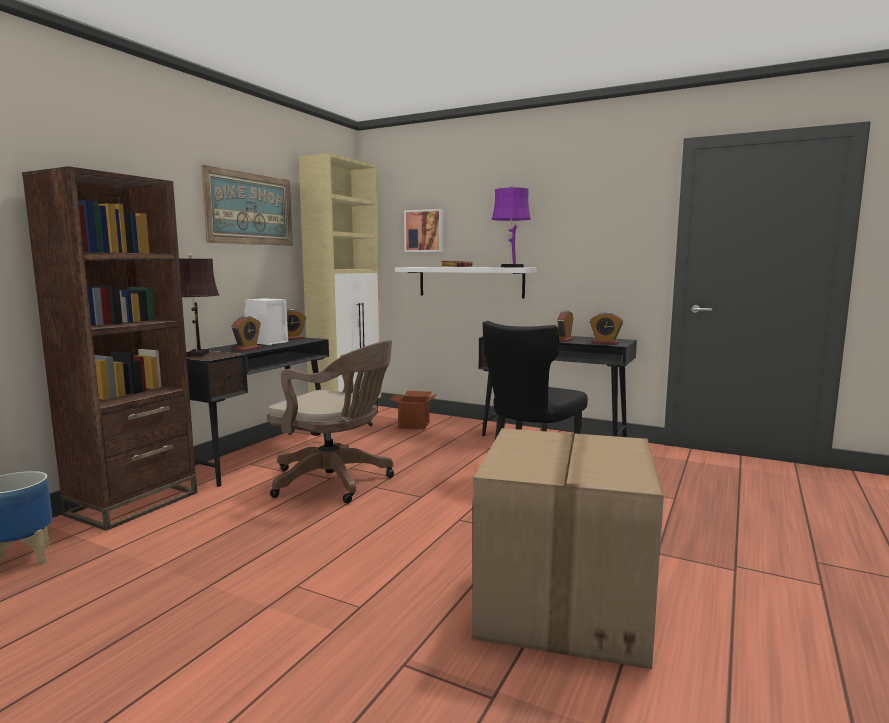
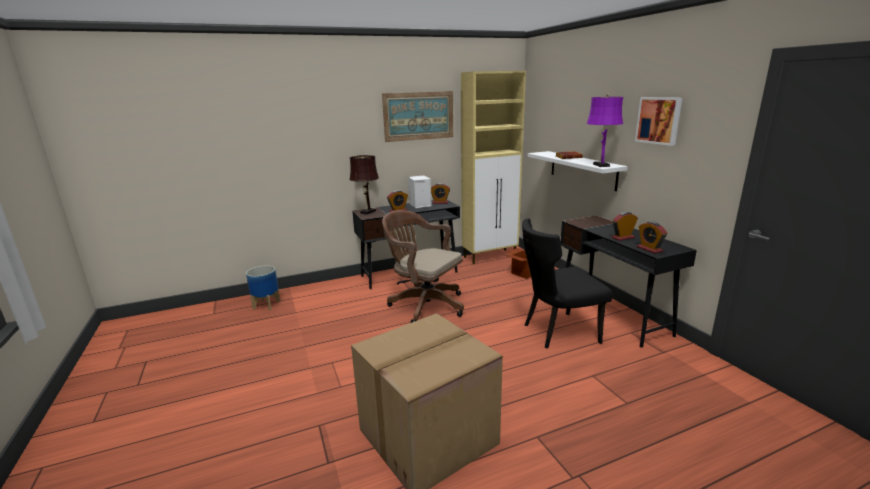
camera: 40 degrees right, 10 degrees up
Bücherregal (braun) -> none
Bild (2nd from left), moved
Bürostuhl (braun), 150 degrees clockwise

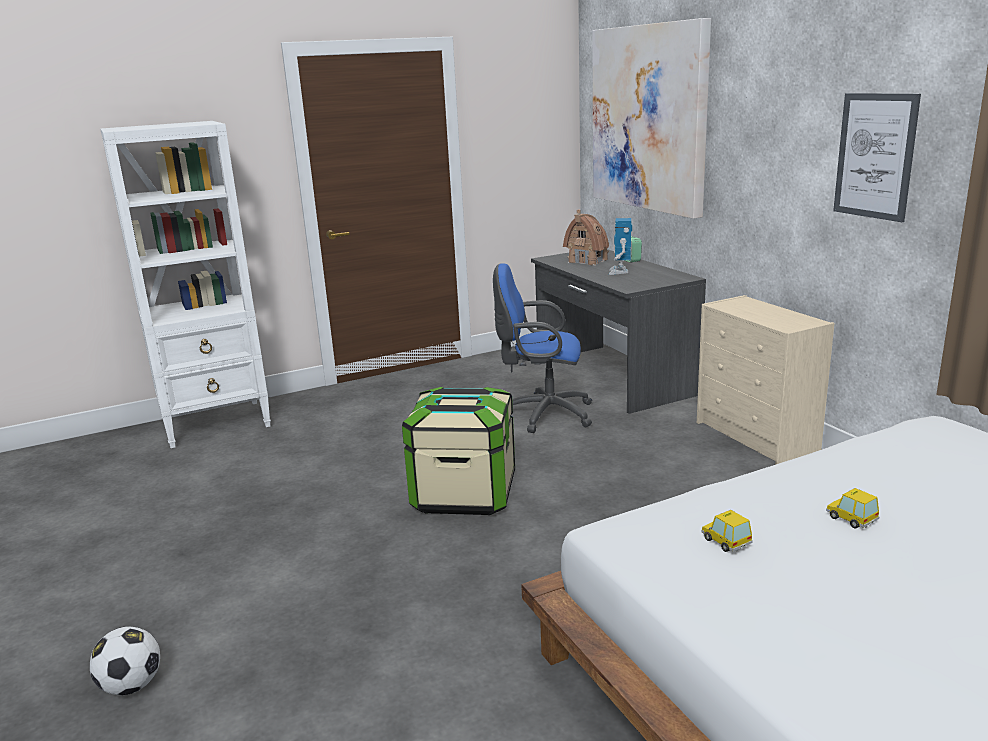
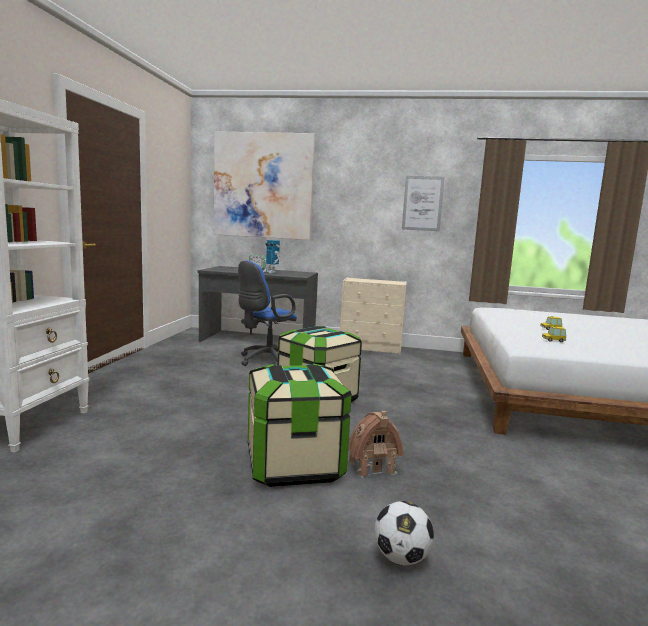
camera: 55 degrees left, 10 degrees down
Spielzeughaus, moved
none -> Aufbewahrungsbox (1st from left)

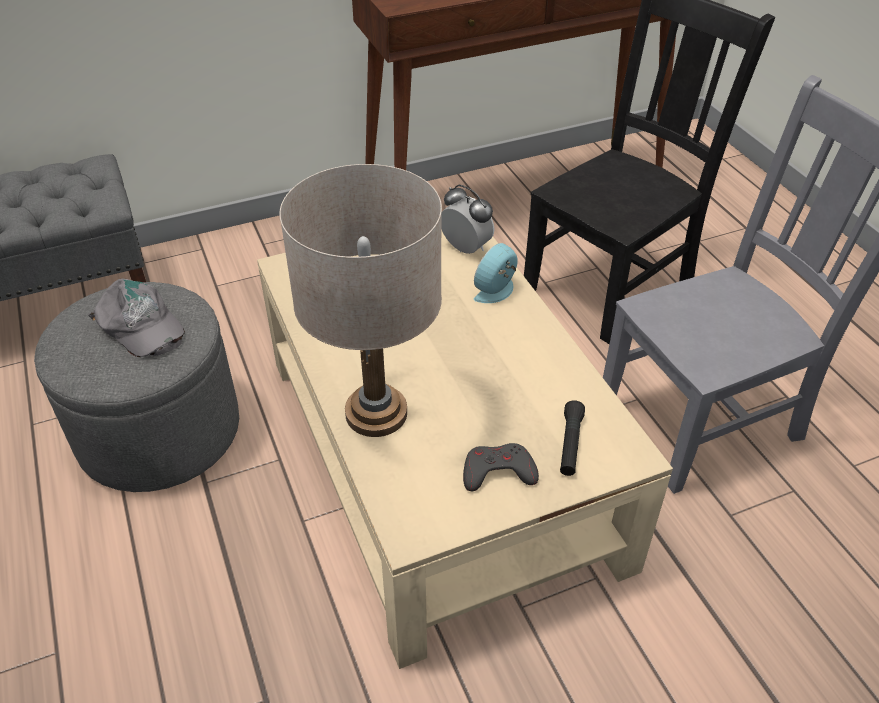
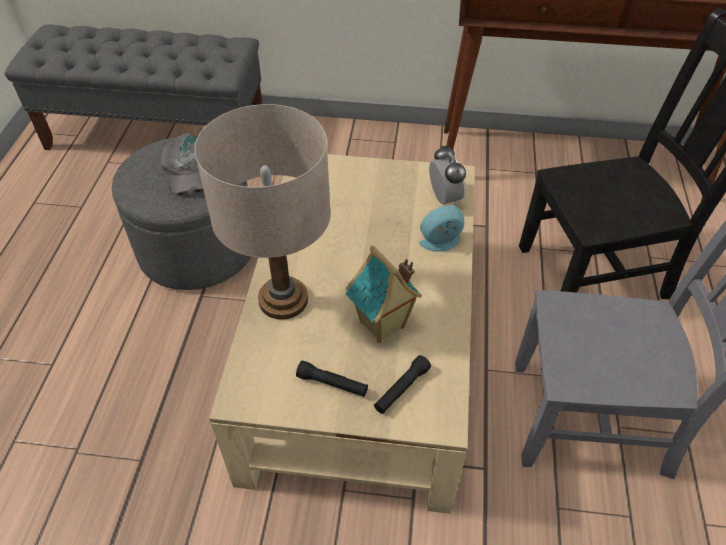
camera: 30 degrees right, 5 degrees up
Gamepad (grau) -> Taschenlampe (schwarz) (1st from left)
none -> Spielzeughaus

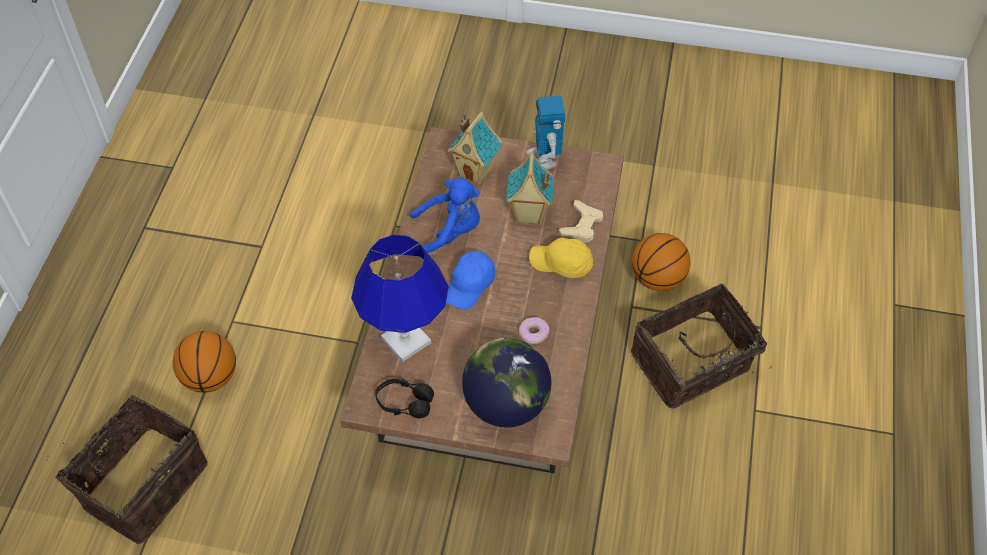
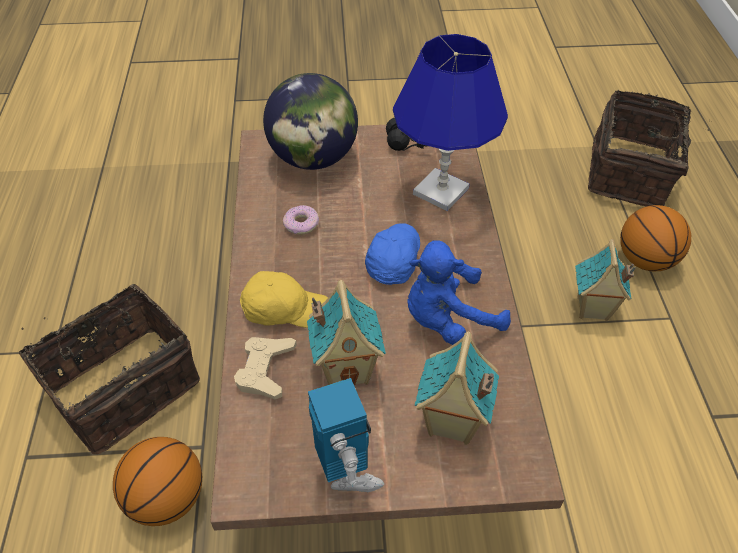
camera: 165 degrees right, 5 degrees down
none -> Spielzeughaus (3rd from left)

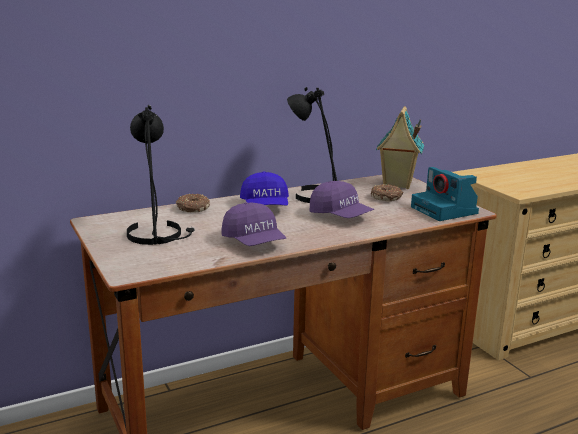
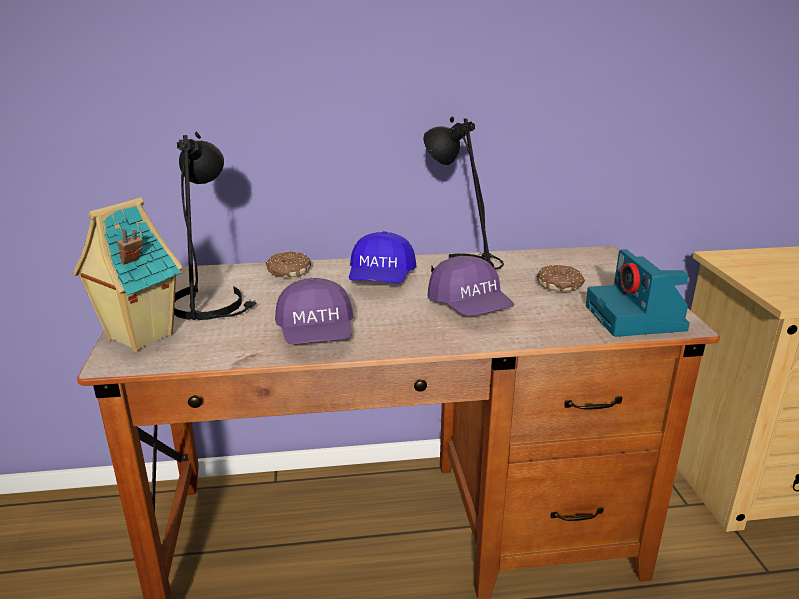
camera: 20 degrees right, 5 degrees up
Spielzeughaus, moved

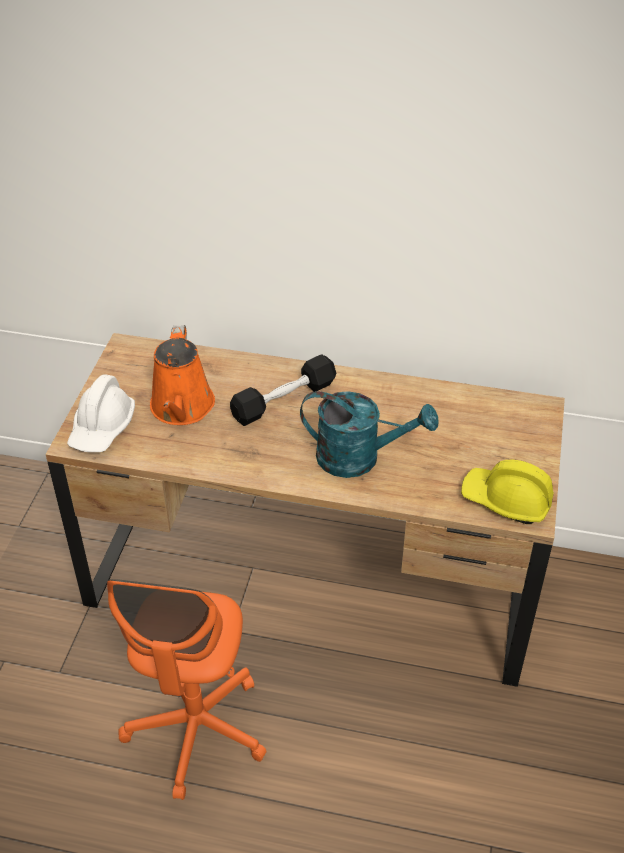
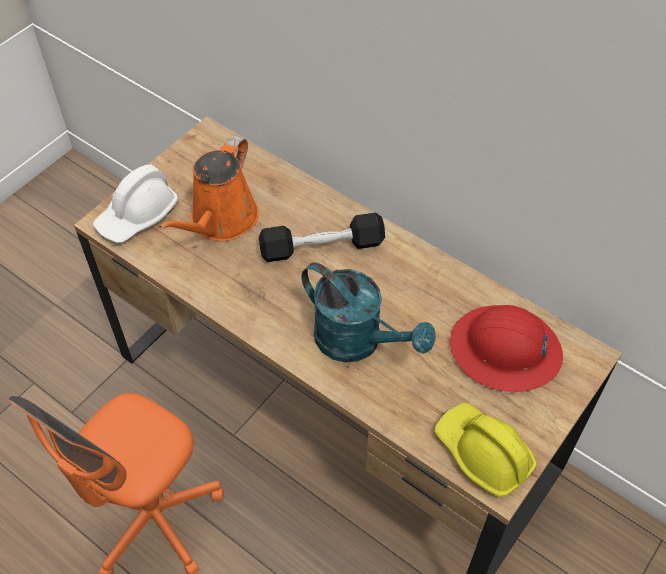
camera: 25 degrees right, 10 degrees up
none -> Schutzhelm (rot)

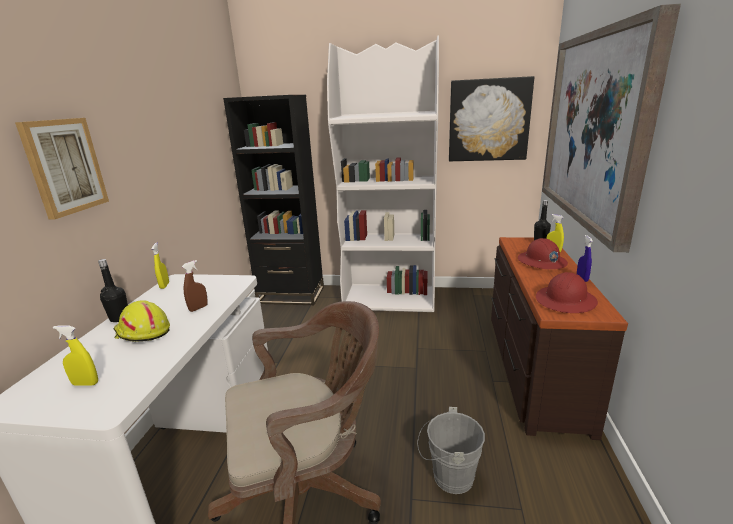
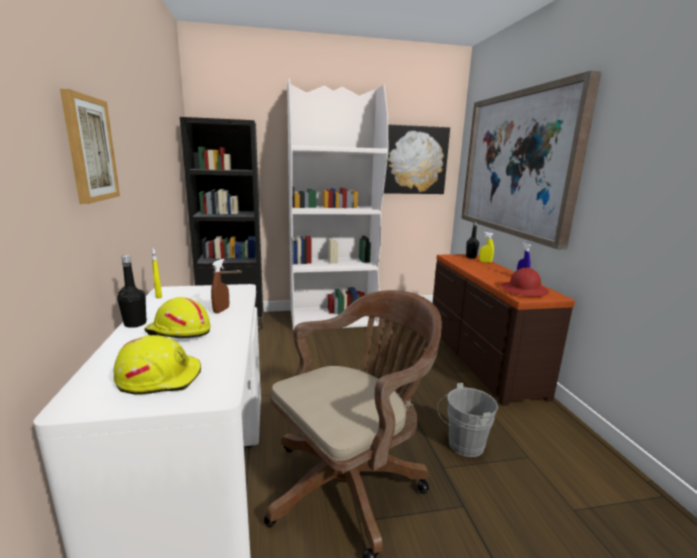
camera: 20 degrees left, 5 degrees down
Schutzhelm (rot) (1st from left) -> none
Sprühflasche (gelb) (1st from left) -> Schutzhelm (gelb) (1st from left)

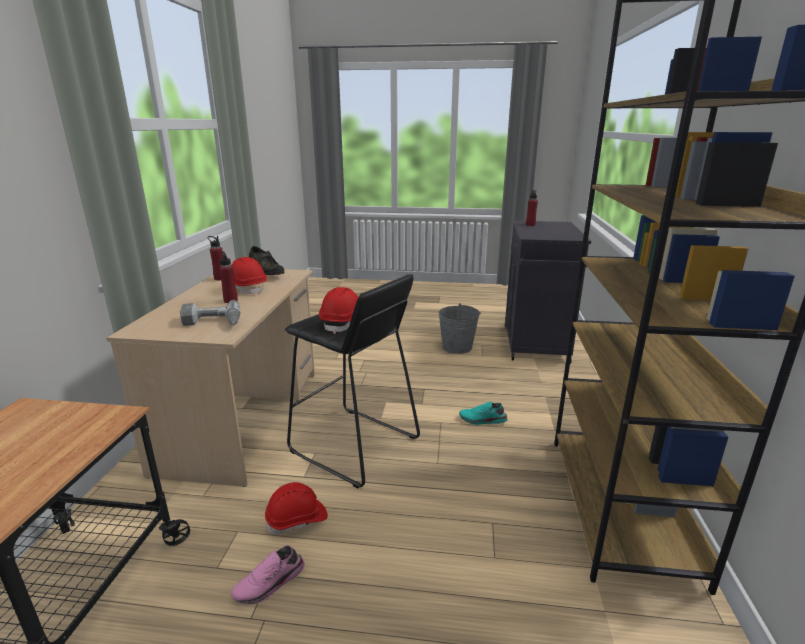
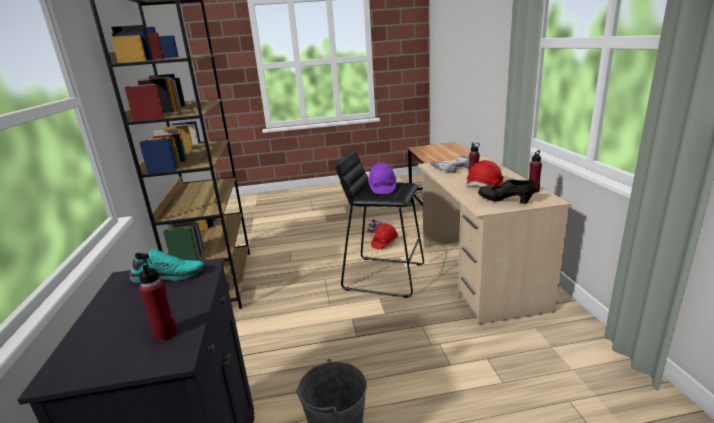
camera: 165 degrees right, 0 degrees up
Schutzhelm (rot) (3rd from left) -> Schutzhelm (lila)
Schuh (türkis), moved

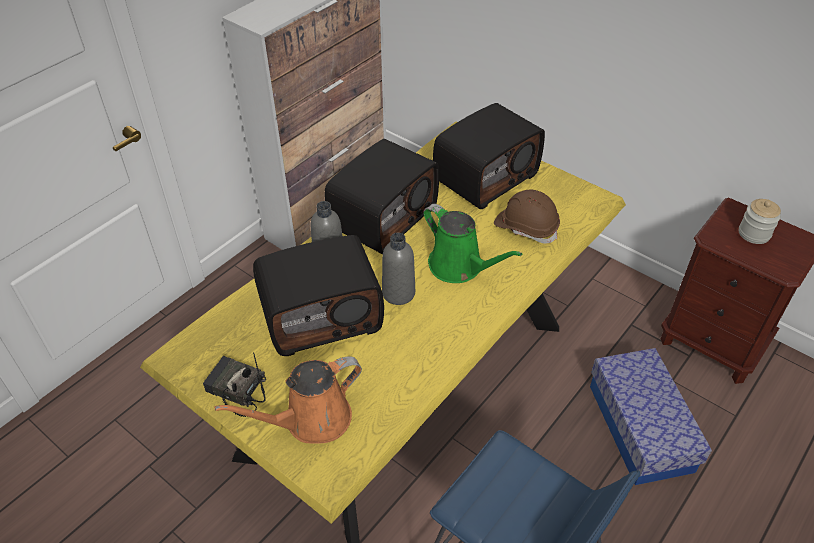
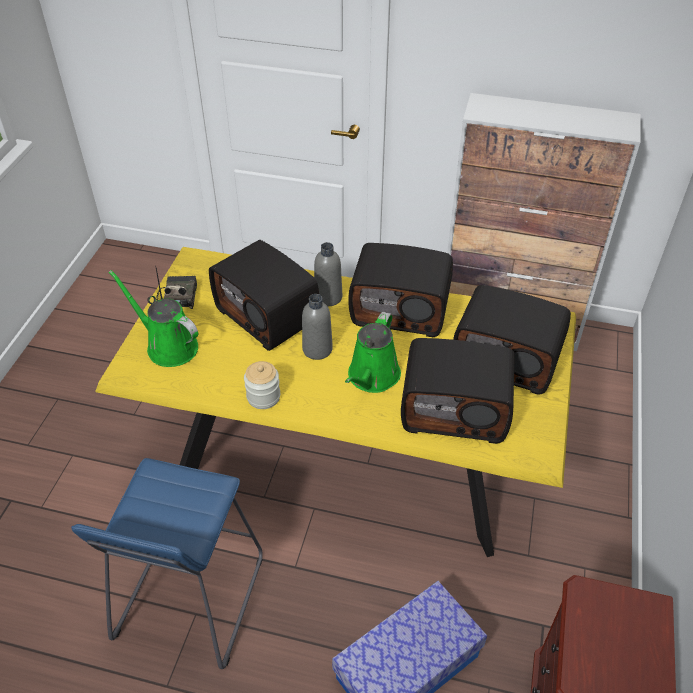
camera: 65 degrees right, 0 degrees up
Schutzhelm (braun) -> Radio (4th from left)
Vorratsglas, moved
Gießkanne (orange) -> Gießkanne (grün) (1st from left)

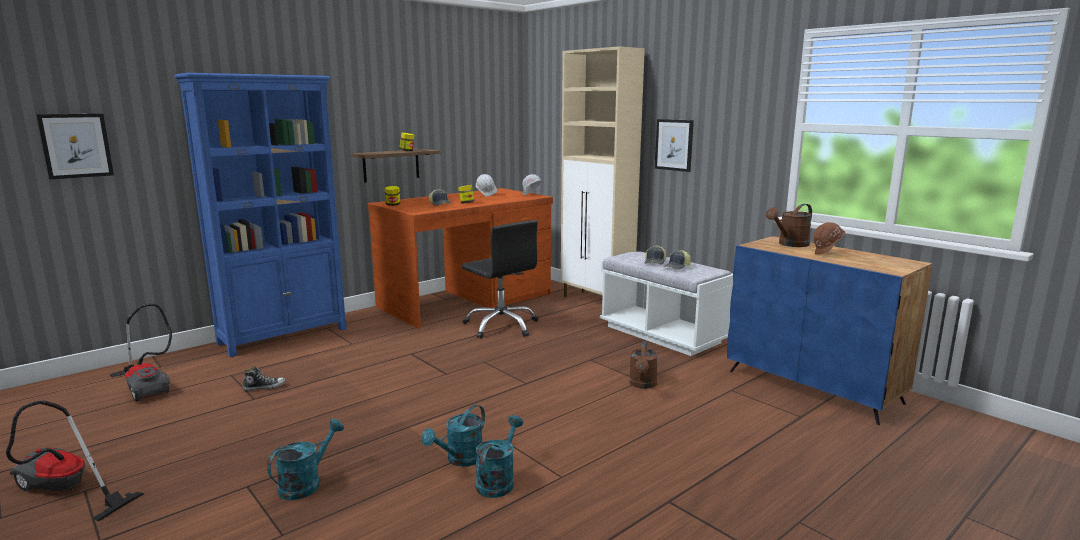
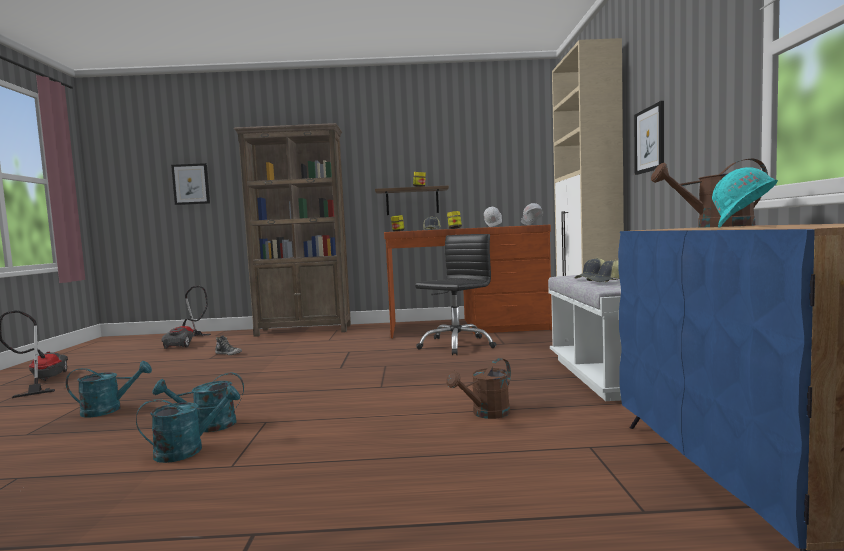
camera: 40 degrees right, 10 degrees down
Bücherregal (blau) -> Bücherregal (braun)
Bürostuhl (schwarz), 135 degrees counterclockwise
Schutzhelm (braun) -> Schutzhelm (türkis)

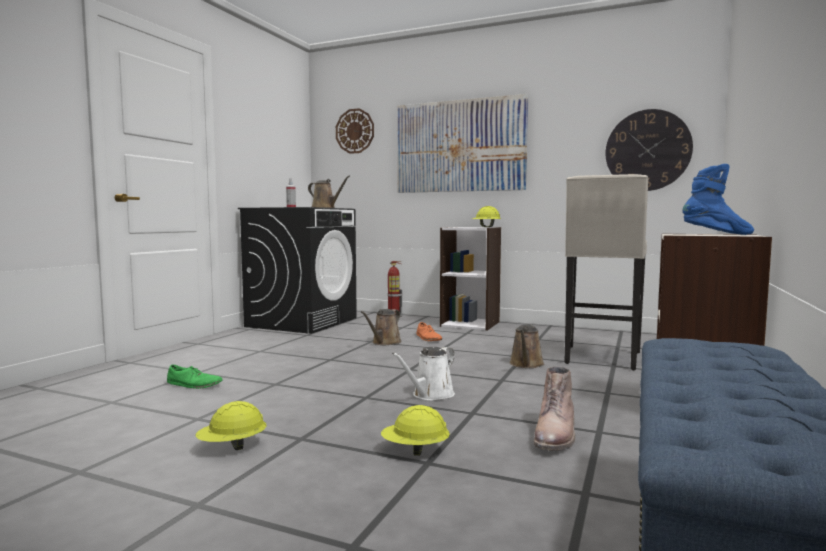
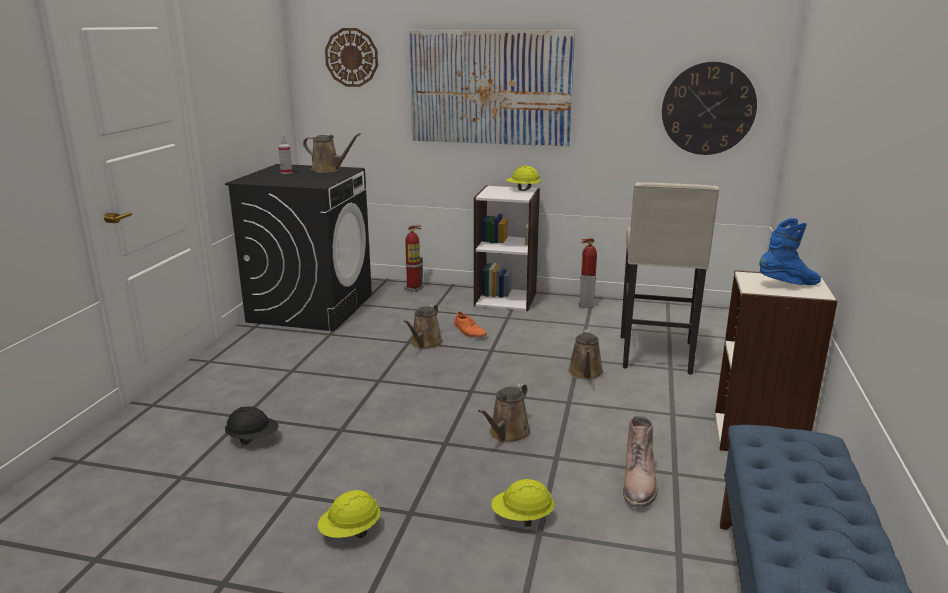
camera: 10 degrees left, 15 degrees up
Gießkanne (weiß) -> Gießkanne (braun) (3rd from left)
Schuh (grün) -> Schutzhelm (schwarz)
none -> Feuerlöscher (2nd from left)

